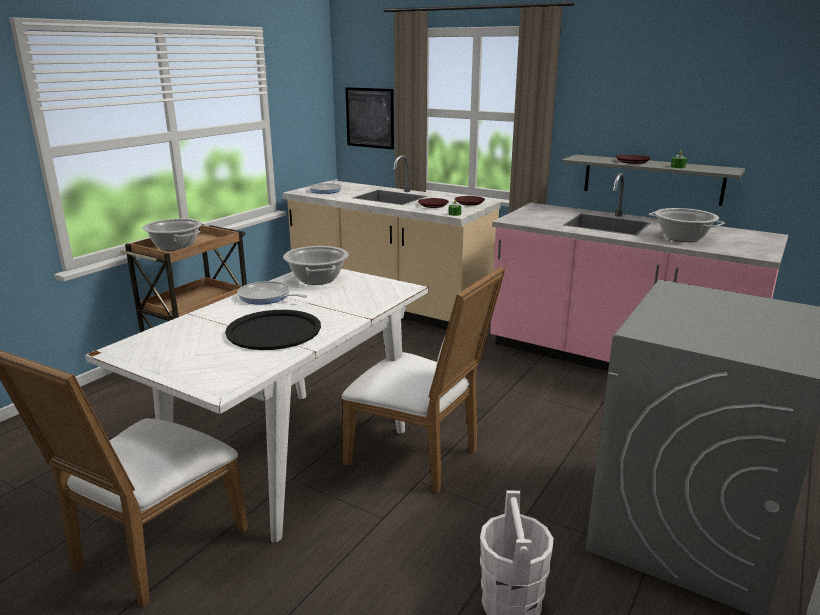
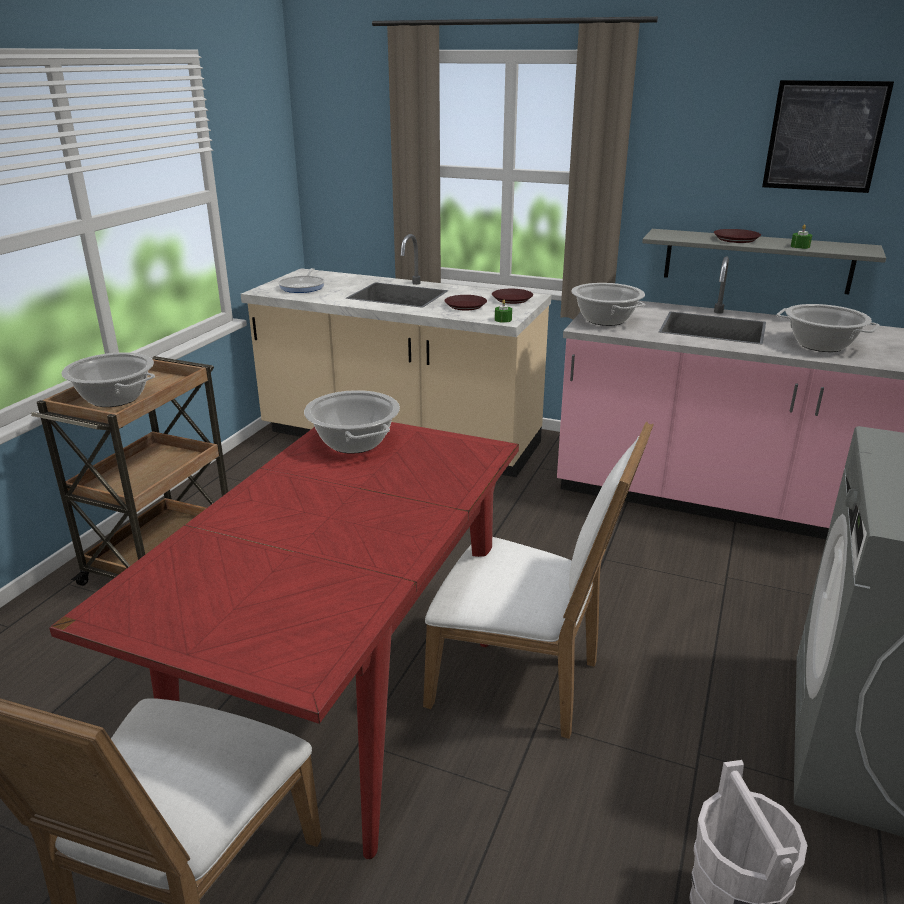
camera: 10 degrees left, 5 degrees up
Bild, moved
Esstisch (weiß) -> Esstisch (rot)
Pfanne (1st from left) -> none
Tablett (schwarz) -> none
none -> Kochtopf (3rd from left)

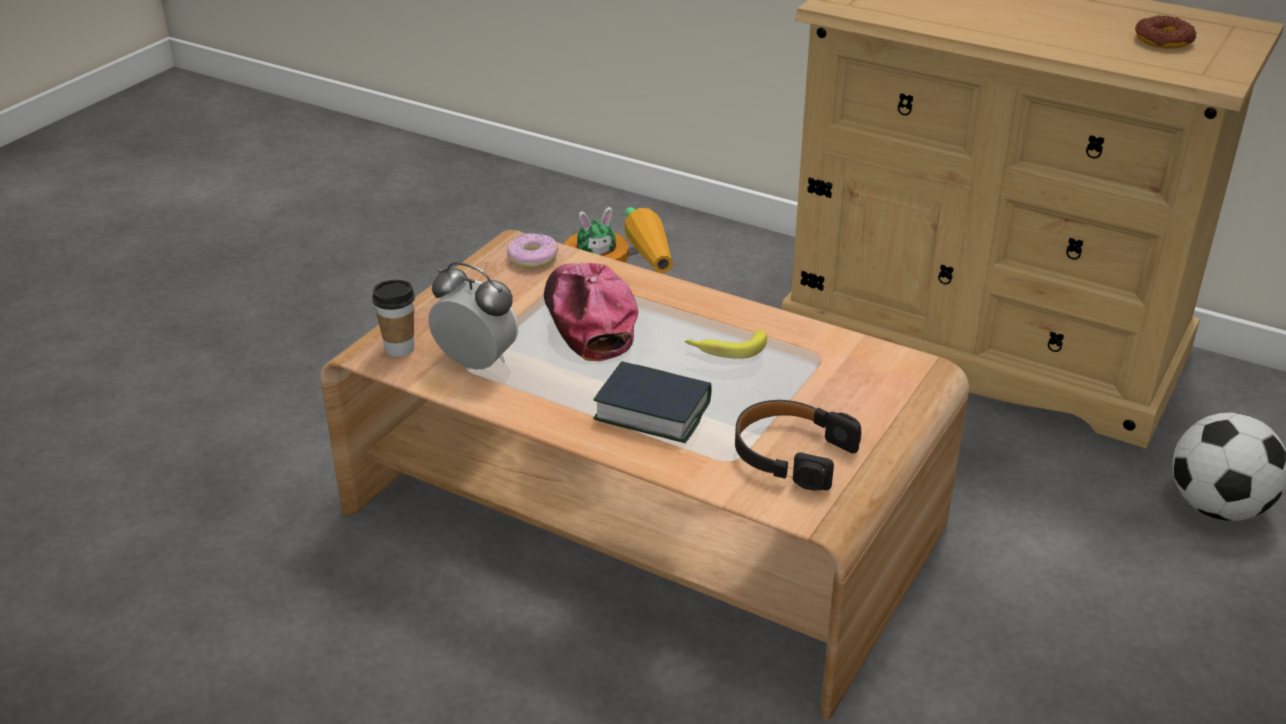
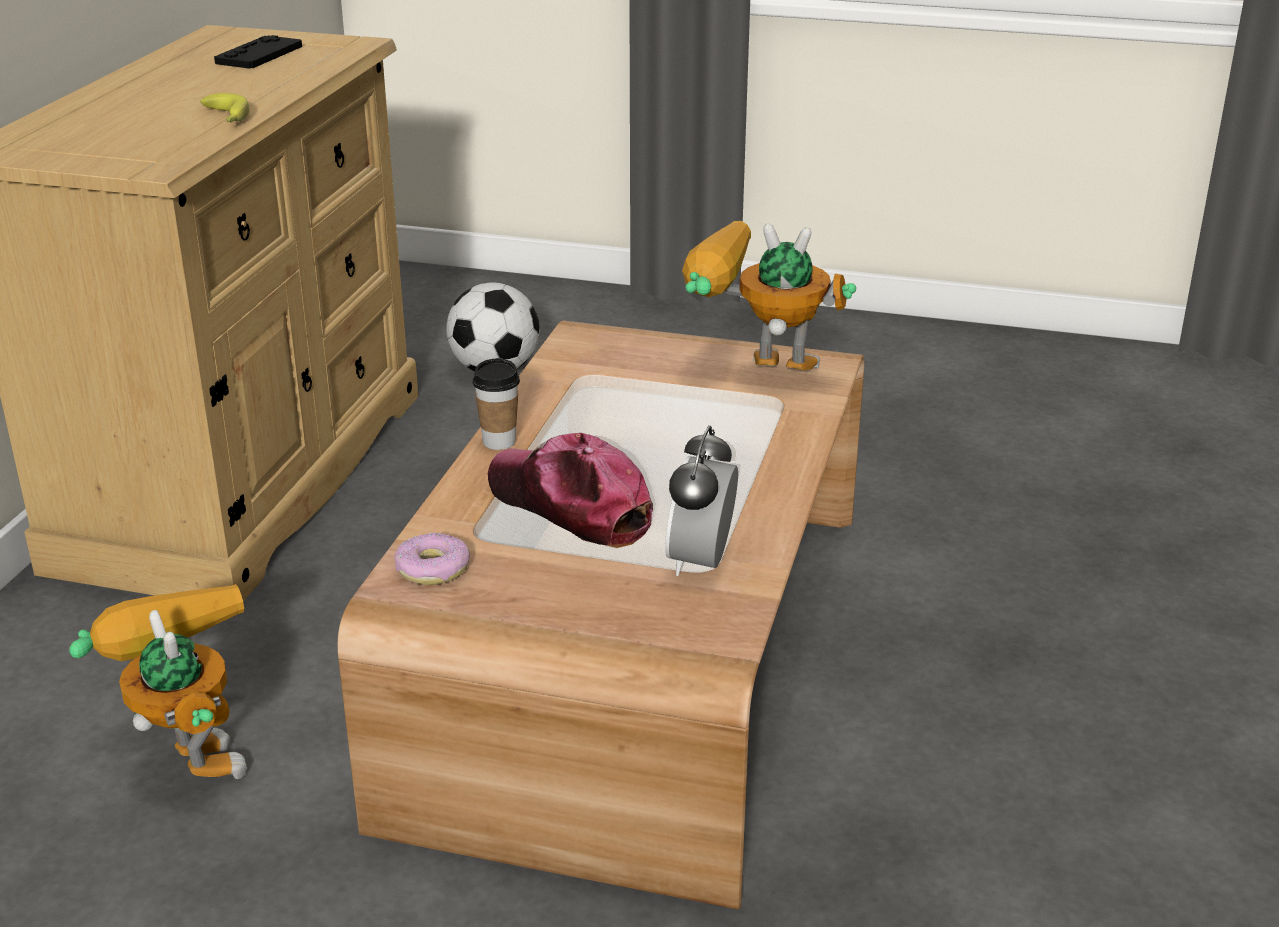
camera: 105 degrees left, 5 degrees down
Donut (2nd from left) -> Gamepad (schwarz)
Kappe, 75 degrees clockwise
Tasse, moved
Banane, moved
Buch -> none
Kopfhörer (schwarz) -> Spielzeugroboter (2nd from left)

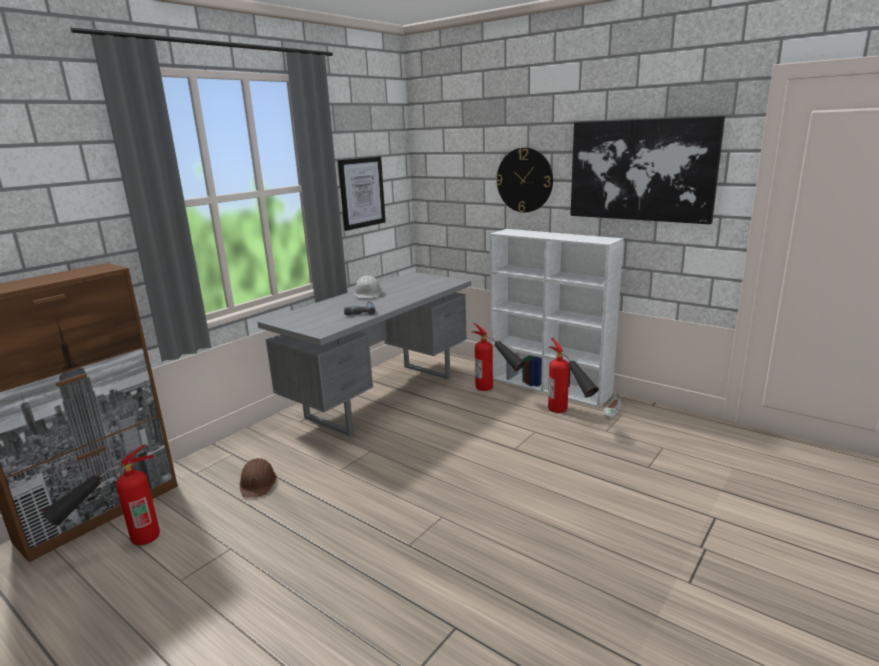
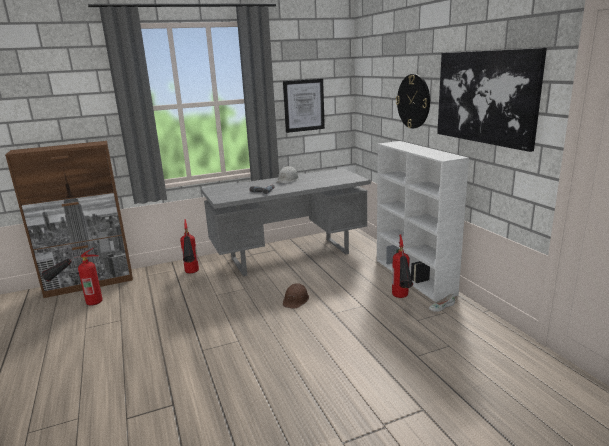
camera: 30 degrees right, 0 degrees up
Feuerlöscher (2nd from left), moved
Schutzhelm (braun), moved

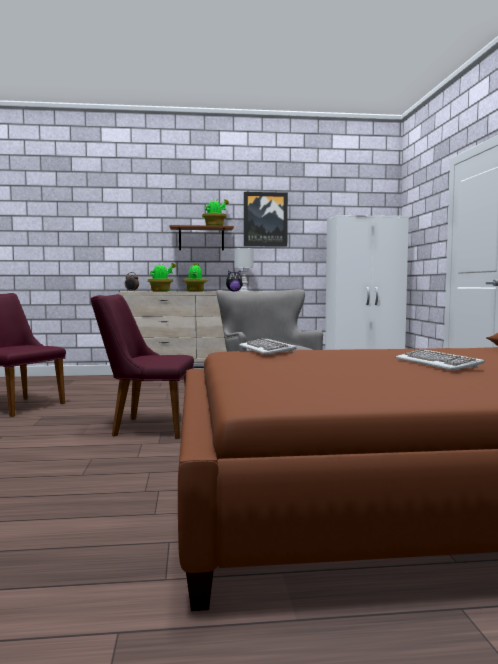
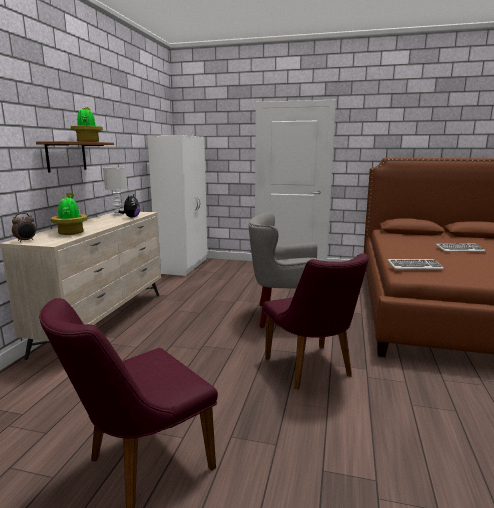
camera: 70 degrees left, 10 degrees up
Bild -> none
Topfpflanze (2nd from left) -> none
Stuhl (lila) (2nd from left), 45 degrees counterclockwise

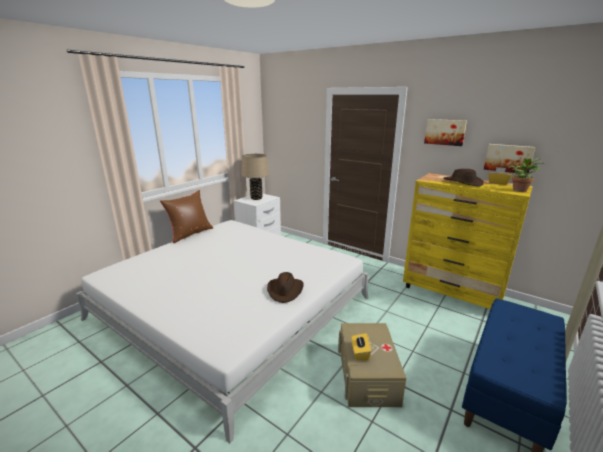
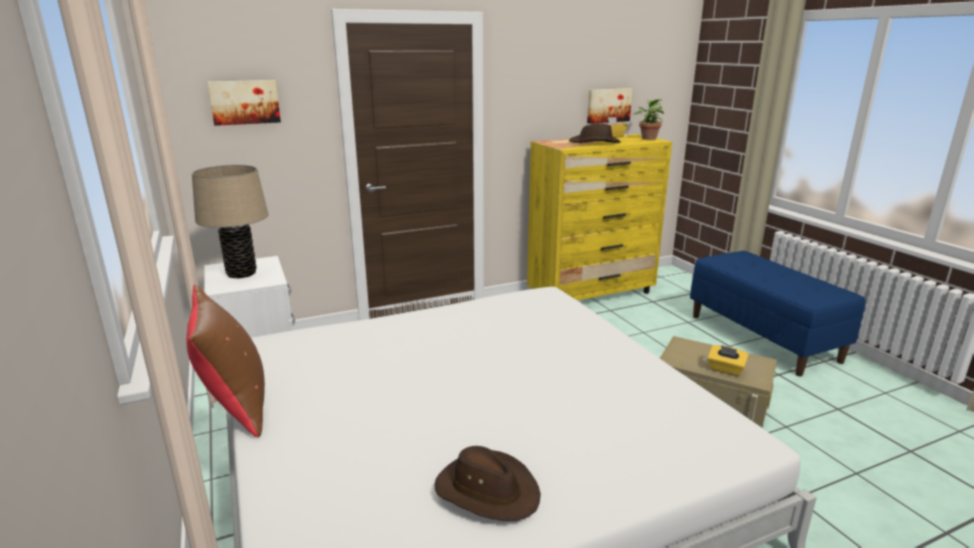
camera: 60 degrees left, 0 degrees up
Bild (1st from left), moved
Hut (braun) (1st from left), moved

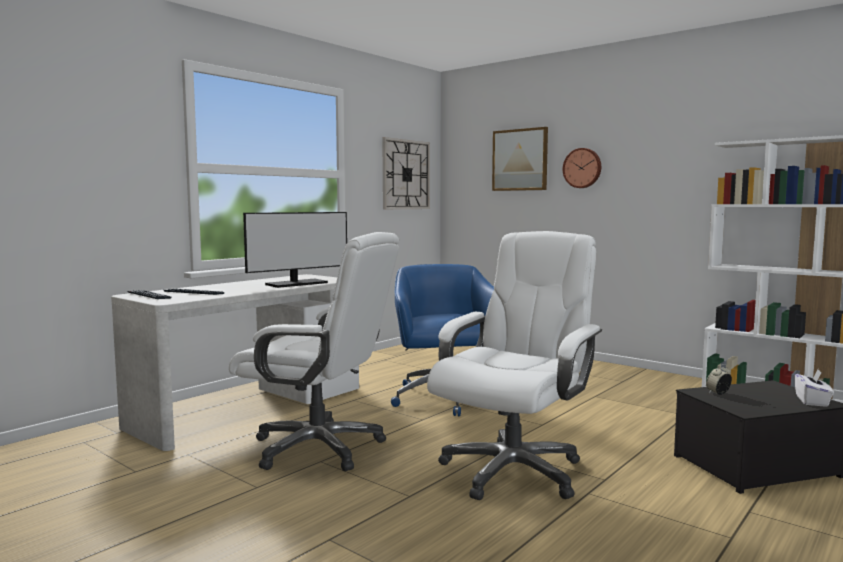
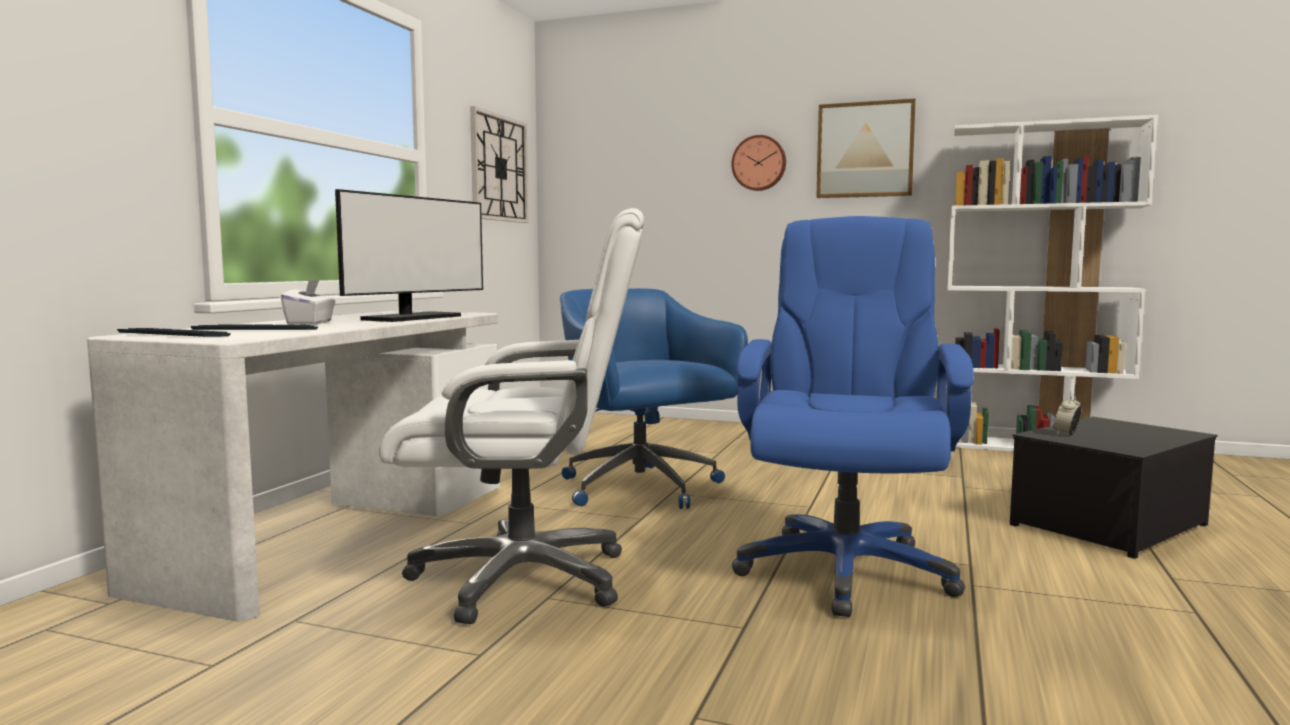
camera: 20 degrees left, 0 degrees up
Bild, moved
Bürostuhl (weiß) (2nd from left) -> Bürostuhl (blau) (2nd from left)
Taschentuchbox (weiß), moved

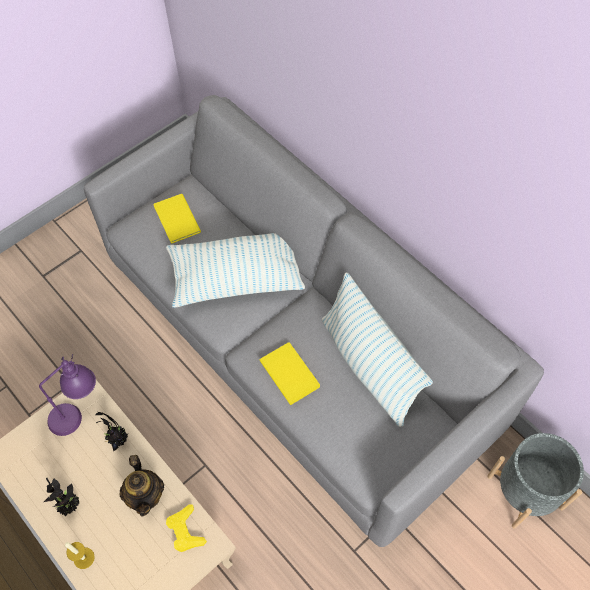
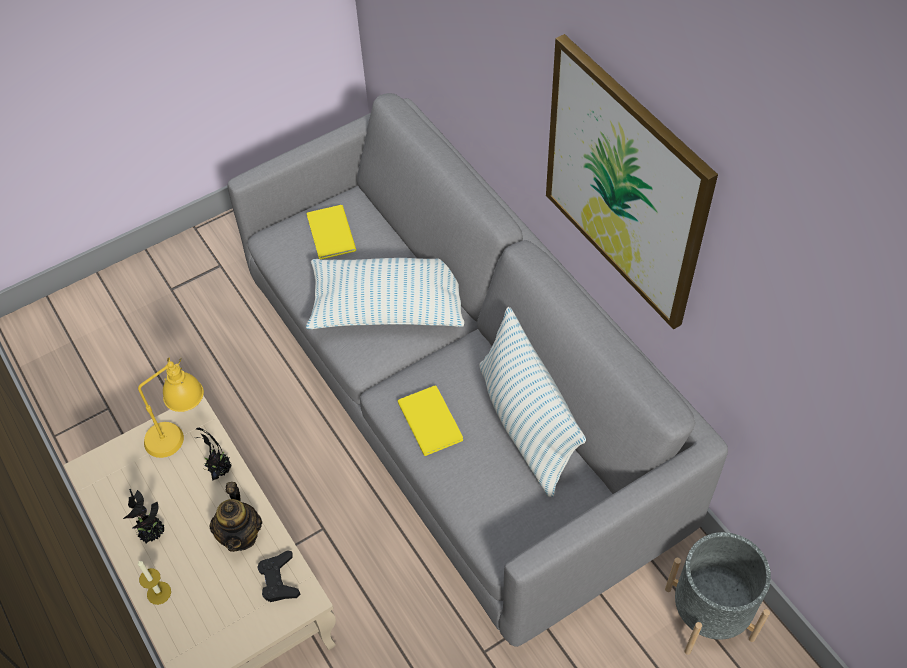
camera: 10 degrees right, 5 degrees down
Tischlampe (lila) -> Tischlampe (gelb)
Gamepad (gelb) -> Gamepad (schwarz)
none -> Bild

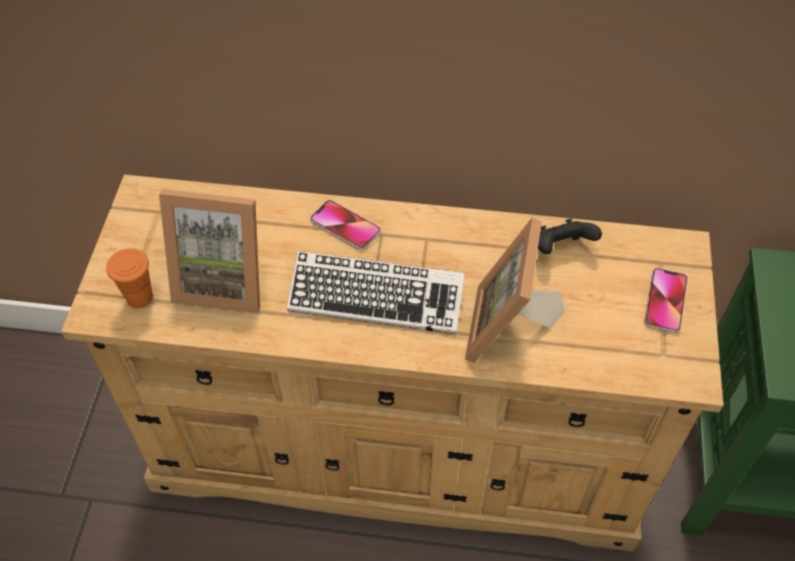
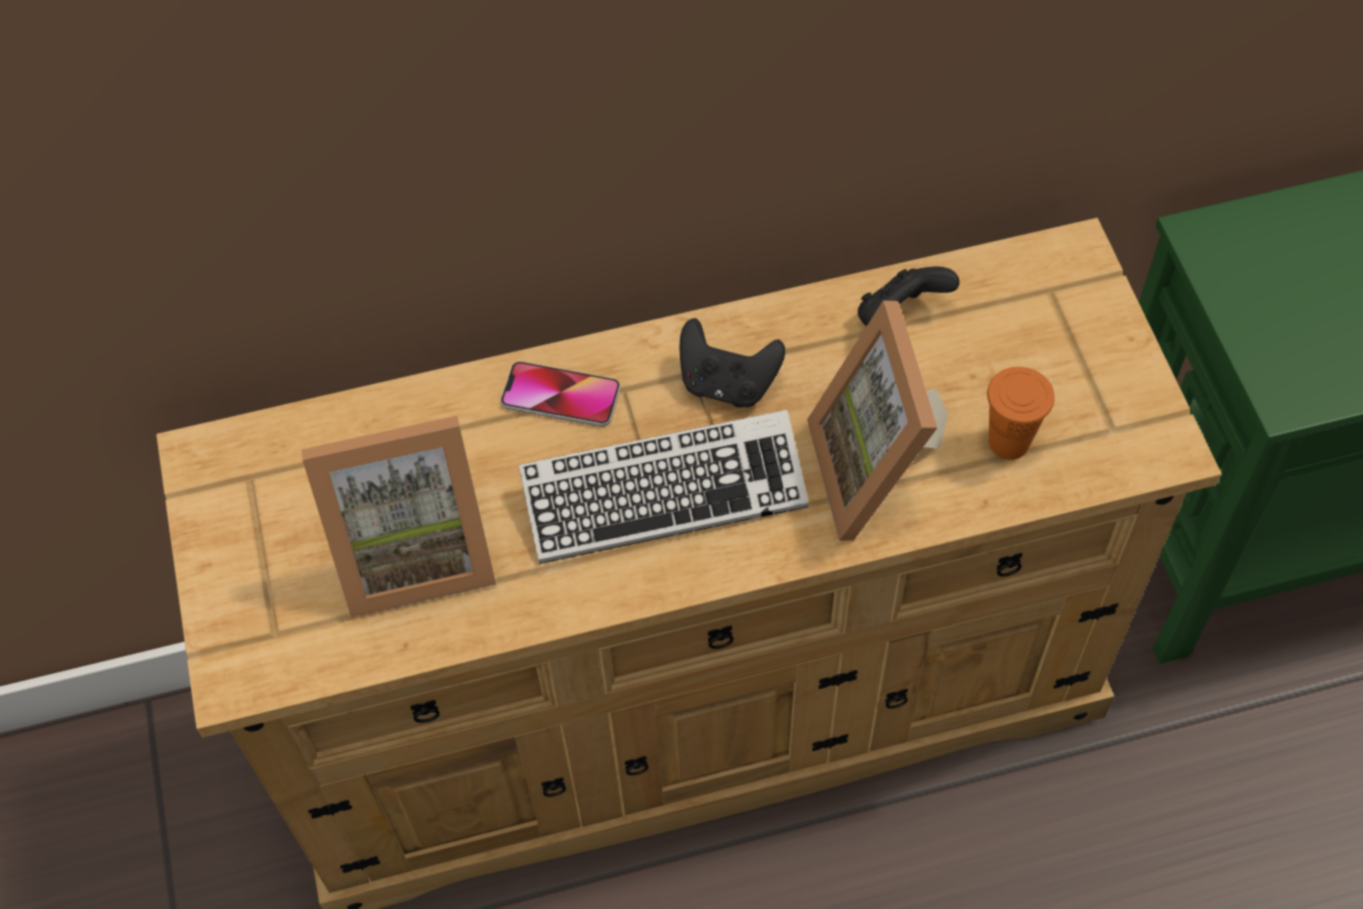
camera: 20 degrees left, 5 degrees up
Tasse (orange), moved
Handy (2nd from left) -> none
none -> Gamepad (schwarz) (1st from left)

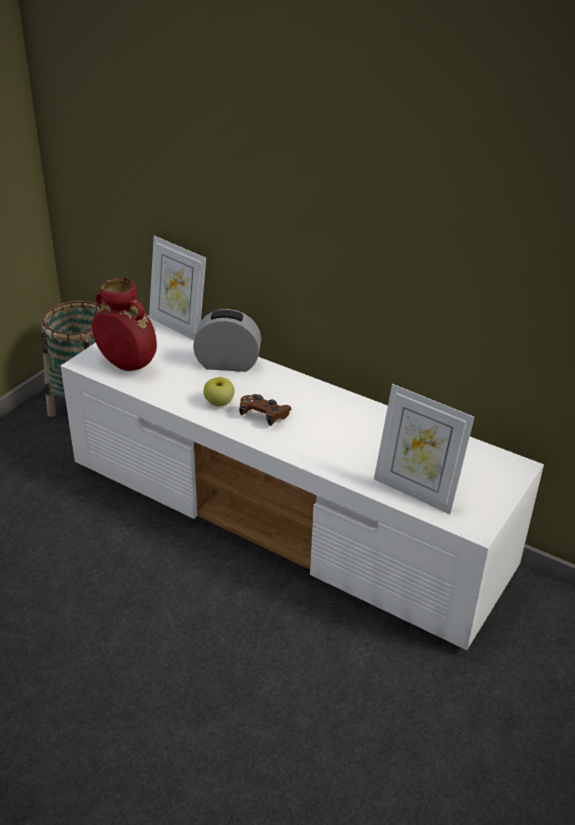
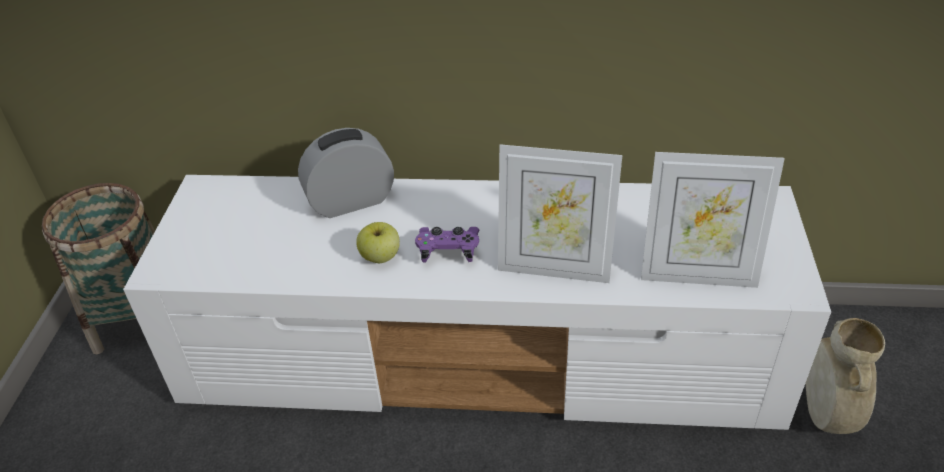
camera: 25 degrees left, 5 degrees up
Bilderrahmen (1st from left), moved
Vase (rot) -> none
Gamepad (braun) -> Gamepad (lila)
none -> Vase (beige)

